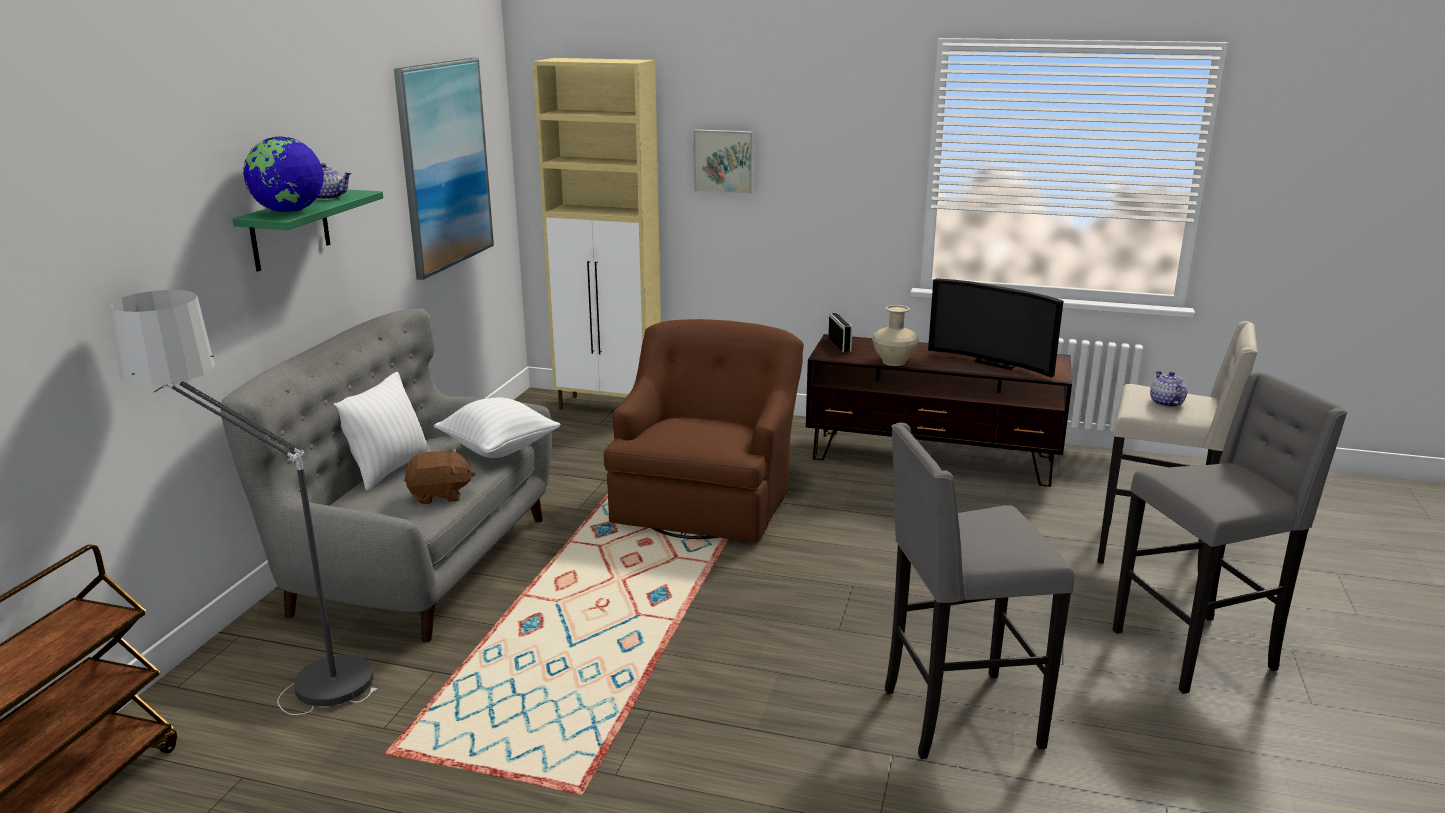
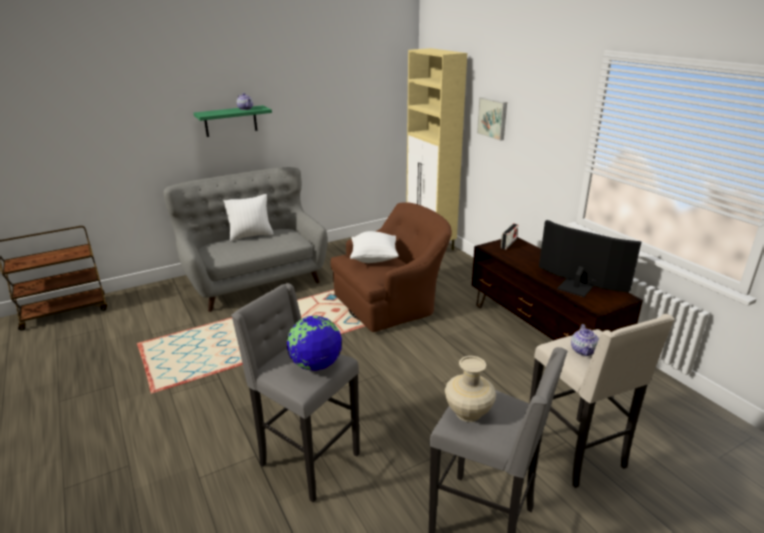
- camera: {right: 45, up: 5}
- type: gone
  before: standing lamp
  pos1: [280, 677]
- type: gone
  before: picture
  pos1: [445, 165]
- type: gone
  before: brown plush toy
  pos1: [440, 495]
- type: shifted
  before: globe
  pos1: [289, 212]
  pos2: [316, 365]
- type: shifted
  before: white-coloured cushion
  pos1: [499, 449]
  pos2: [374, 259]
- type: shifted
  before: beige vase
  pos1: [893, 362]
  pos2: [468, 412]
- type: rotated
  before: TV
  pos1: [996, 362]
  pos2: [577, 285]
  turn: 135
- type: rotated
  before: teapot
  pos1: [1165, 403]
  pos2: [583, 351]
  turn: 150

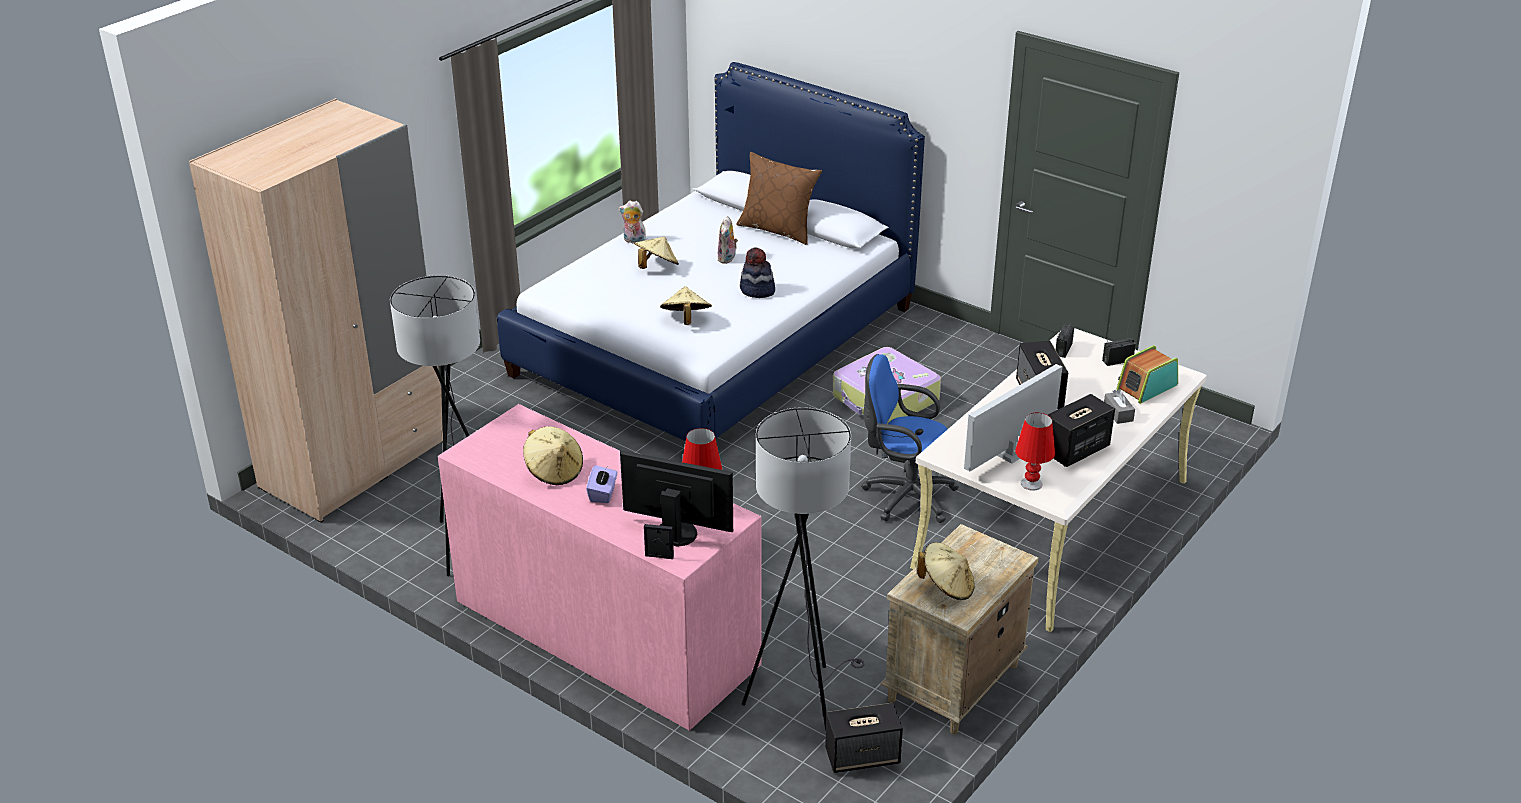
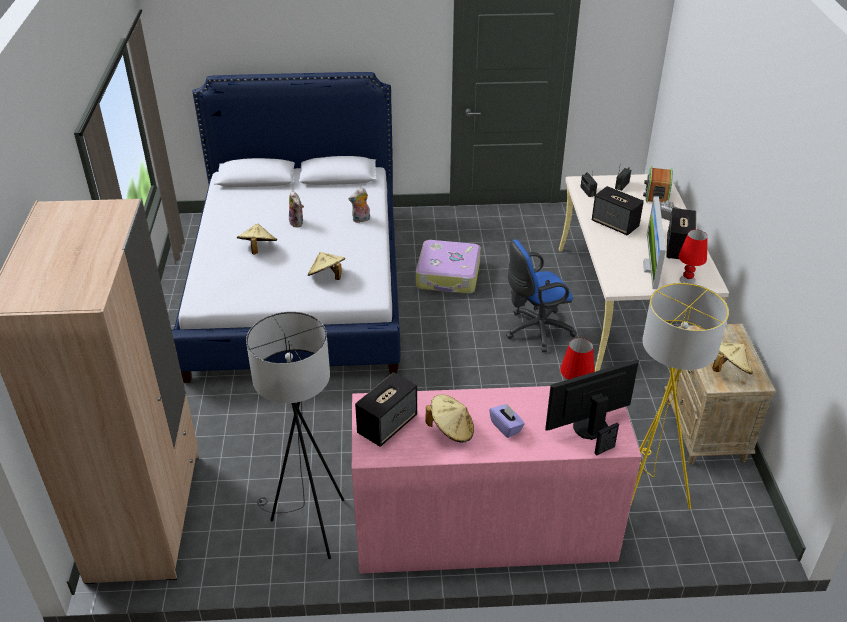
- camera: {right: -40, up: 5}
- type: gone
  before: brown cushion
  pos1: [778, 229]
- type: gone
  before: wearable hat
  pos1: [757, 290]
- type: shifted
  before: plush toy
  pos1: [633, 241]
  pos2: [361, 220]
- type: shifted
  before: audio speaker
  pos1: [863, 756]
  pos2: [387, 424]
- type: repainted
  before: grey standing lamp
  after: yellow standing lamp
  pos1: [801, 696]
  pos2: [645, 493]

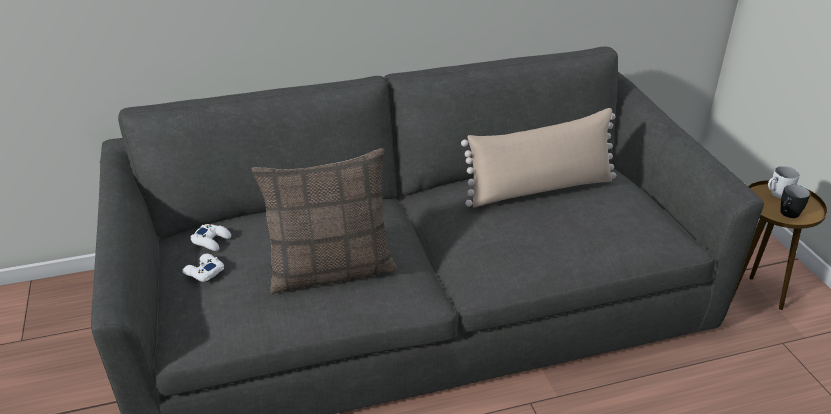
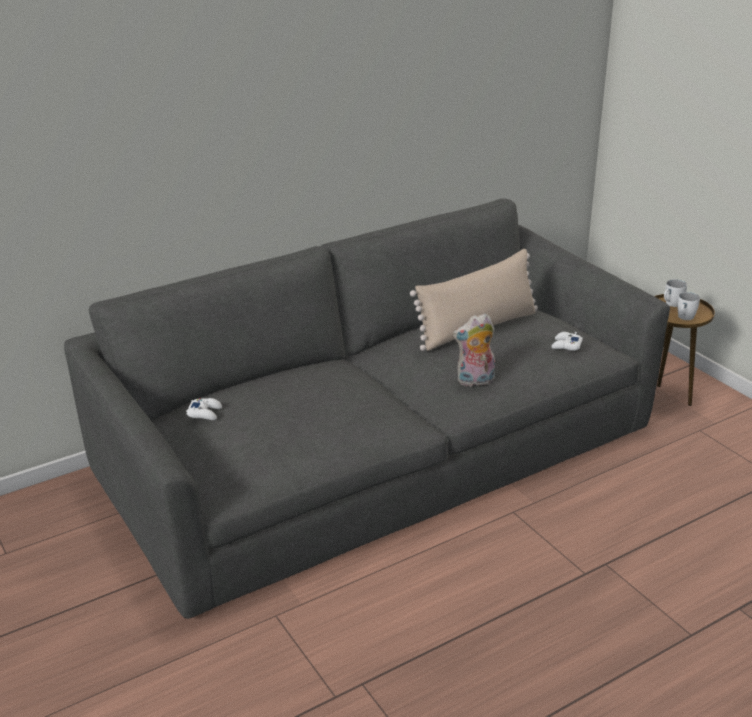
- camera: {right: -15, up: -5}
- type: gone
  before: cushion
  pos1: [331, 269]
- type: new
  after: plush toy
  pos2: [475, 381]
- type: shifted
  before: white-coloured gamepad
  pos1: [203, 272]
  pos2: [566, 345]
- type: repainted
  before: blackish tea mug
  after: white-coloured tea mug
  pos1: [787, 214]
  pos2: [684, 318]

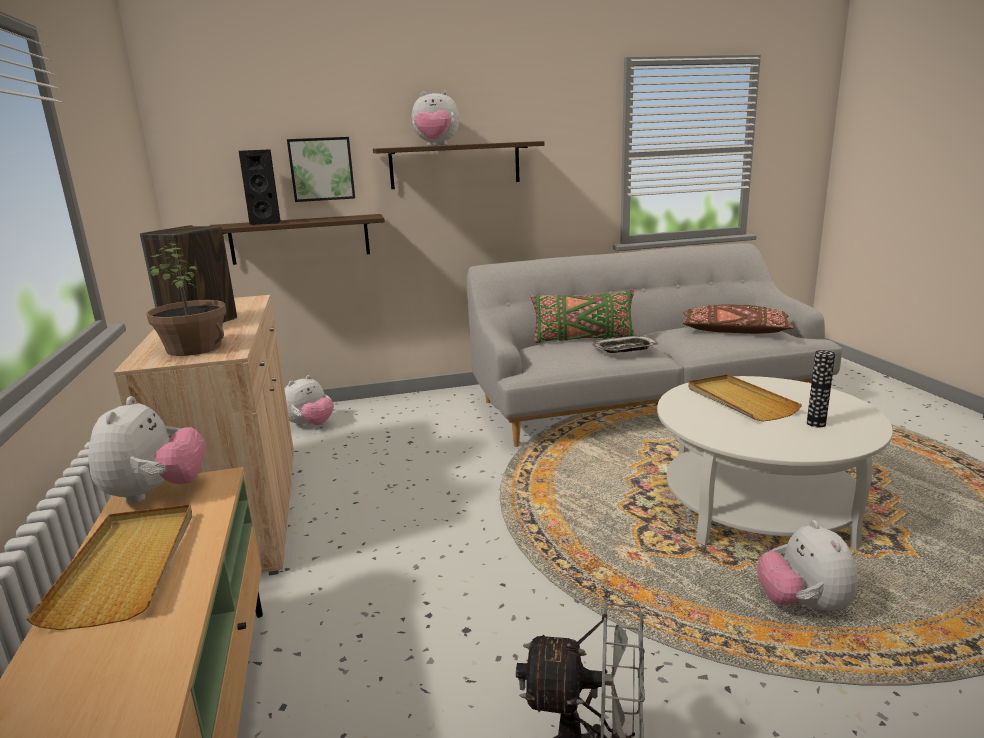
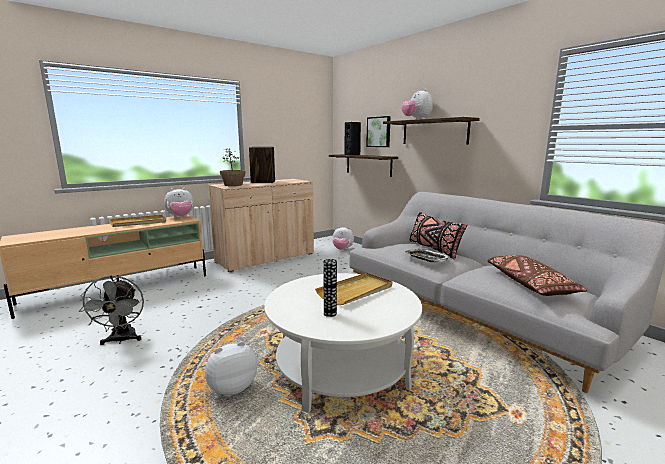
- camera: {right: 65, up: -5}
- type: repainted
  before: green-coloured cushion
  after: blackish cushion
  pos1: [583, 339]
  pos2: [434, 249]

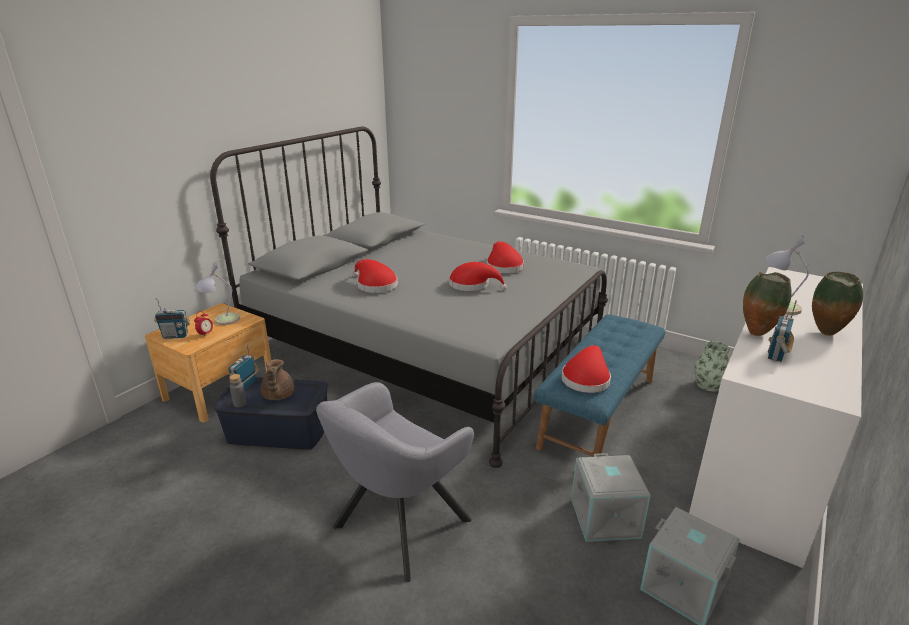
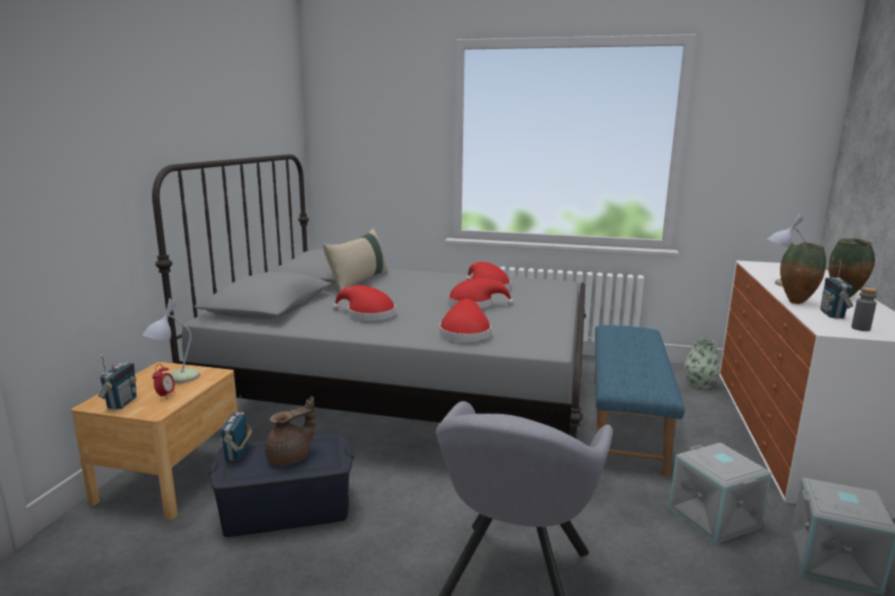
- camera: {right: -20, up: -10}
- type: new
  after: beige cushion
  pos2: [359, 282]
- type: shifted
  before: grey drink bottle
  pos1: [240, 403]
  pos2: [860, 328]
- type: shifted
  before: reddish wearable hat
  pos1: [586, 378]
  pos2: [465, 333]
- type: rotated
  before: radio set
  pos1: [175, 336]
  pos2: [121, 403]
  turn: -60
- type: rotated
  before: brown teapot
  pos1: [277, 396]
  pos2: [290, 457]
  turn: -105

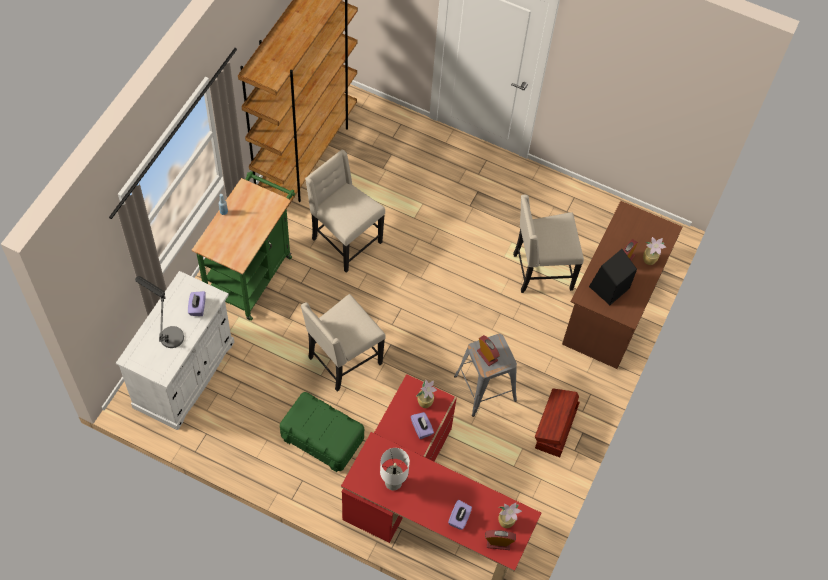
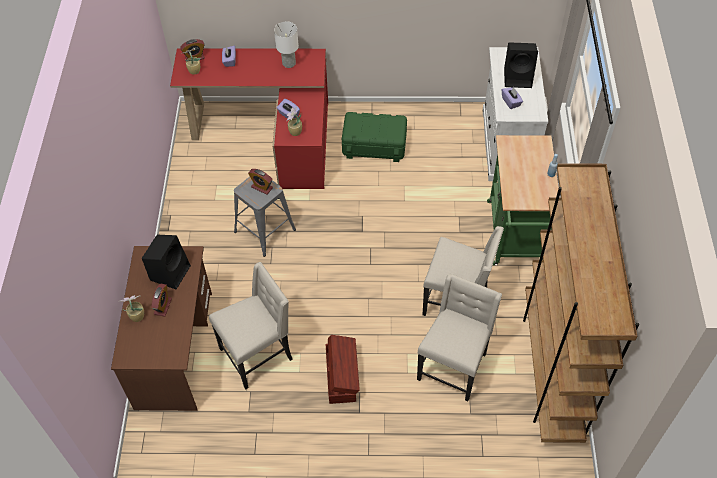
- camera: {right: 160, up: -5}
- type: shifted
  before: beige chair
  pos1: [343, 361]
  pos2: [453, 366]
- type: shifted
  before: brown storage box
  pos1: [555, 428]
  pos2: [342, 376]
- type: swapped
  before: tabletop lamp
  after: blackish audio speaker
  pos1: [167, 333]
  pos2: [518, 77]

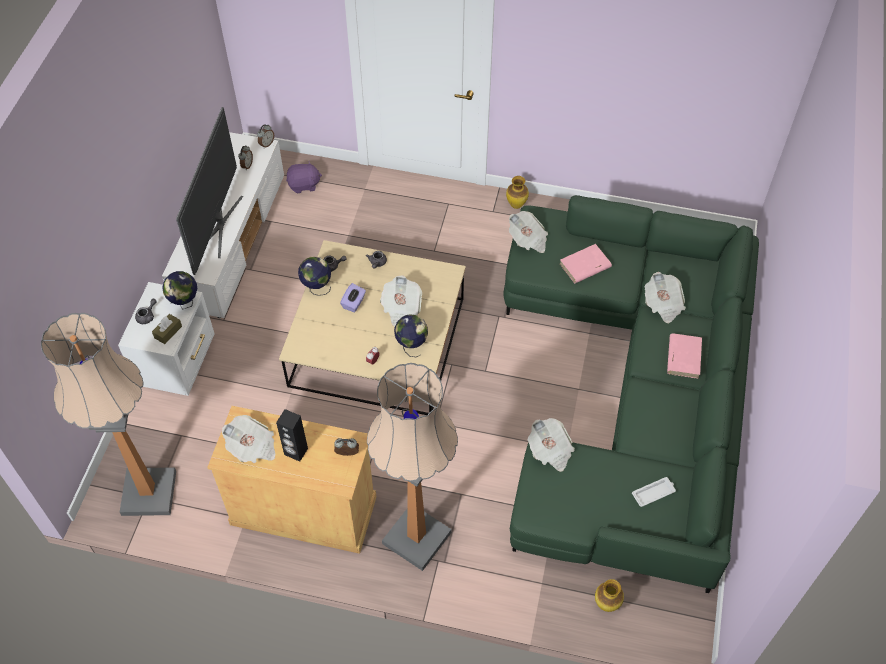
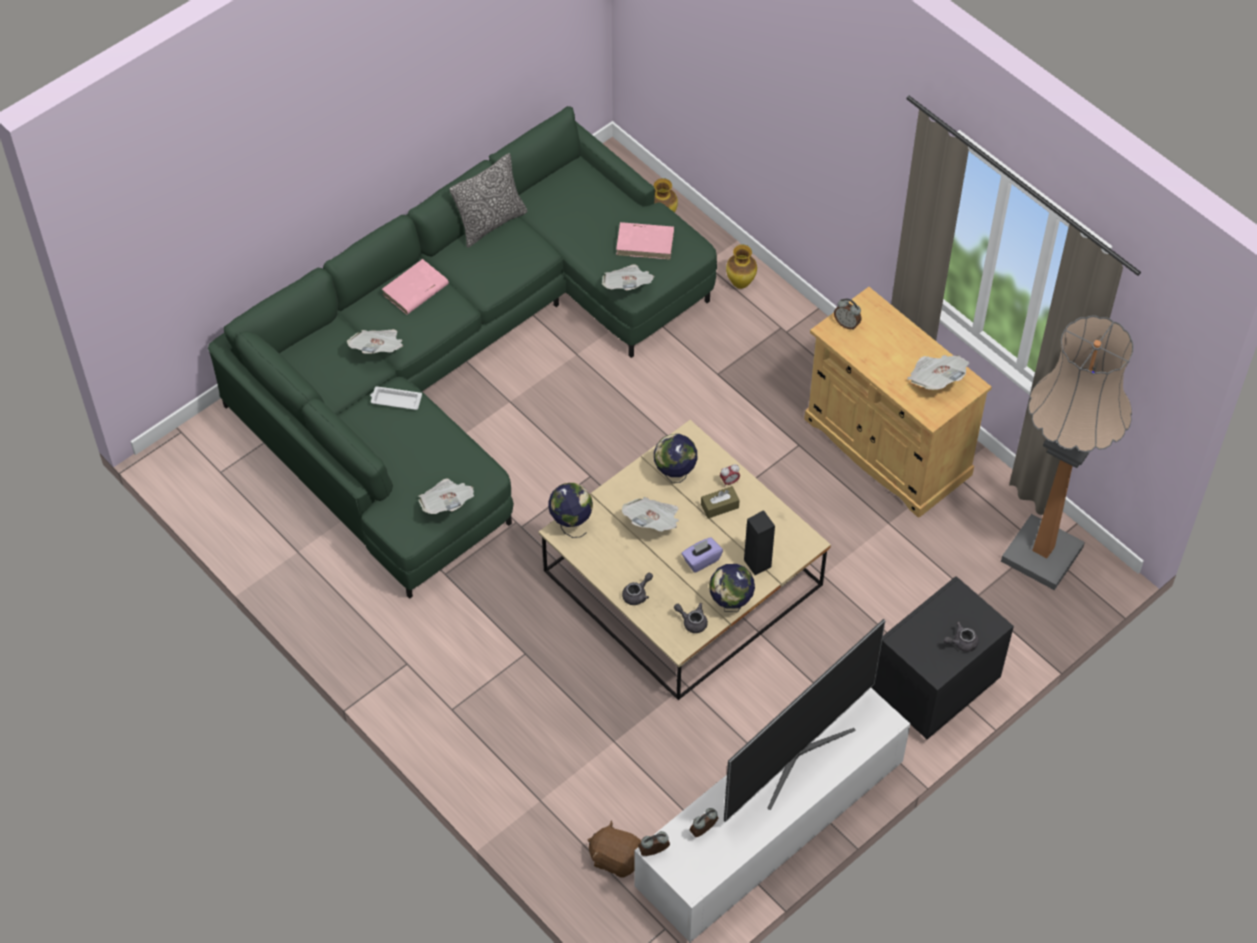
- camera: {right: -145, up: 0}
- type: gone
  before: standing lamp
  pos1: [417, 538]
- type: new
  after: cushion
  pos2: [490, 223]
- type: shifted
  before: brown box of tissues
  pos1: [168, 332]
  pos2: [719, 506]
- type: shifted
  before: globe
  pos1: [185, 303]
  pos2: [571, 523]
- type: shifted
  before: blackish audio speaker
  pos1: [296, 452]
  pos2: [757, 563]
- type: shifted
  before: vase
  pos1: [516, 205]
  pos2: [740, 284]
- type: shifted
  before: pink volume
  pos1: [584, 266]
  pos2: [645, 242]
- type: shifted
  before: white-coloured serving tray
  pos1: [654, 493]
  pos2: [395, 400]
- type: repainted
  before: white-coloured night table
  after: blackish night table
  pos1: [179, 362]
  pos2: [932, 688]
- type: repainted
  before: purplish plush toy
  after: brown plush toy
  pos1: [304, 185]
  pos2: [616, 858]

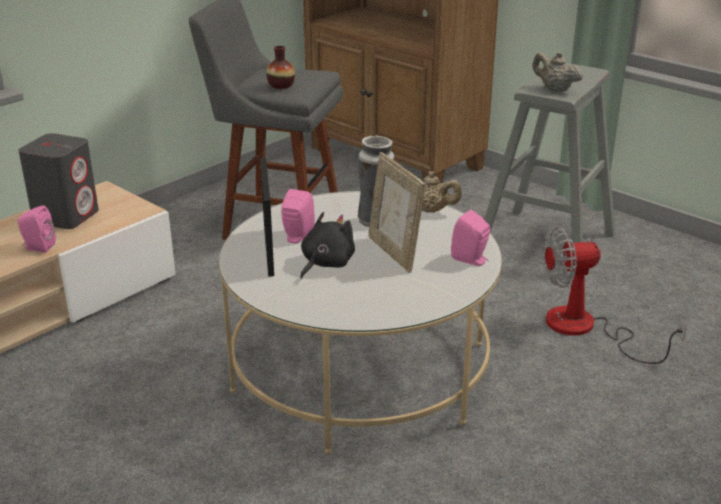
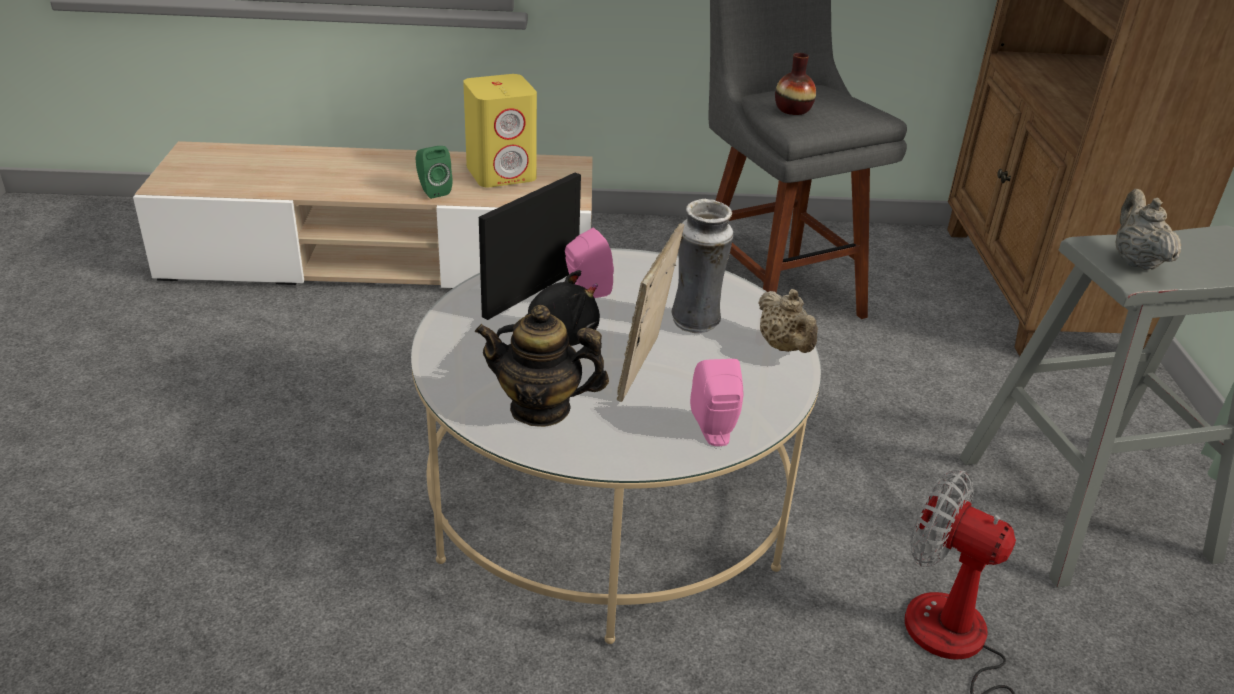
- camera: {right: 45, up: 5}
- type: new
  after: teapot
  pos2: [540, 408]
- type: repainted
  before: pink audio speaker
  after: green-coloured audio speaker
  pos1: [38, 247]
  pos2: [432, 191]
- type: repainted
  before: grey audio speaker
  after: yellow audio speaker
  pos1: [66, 216]
  pos2: [502, 173]

